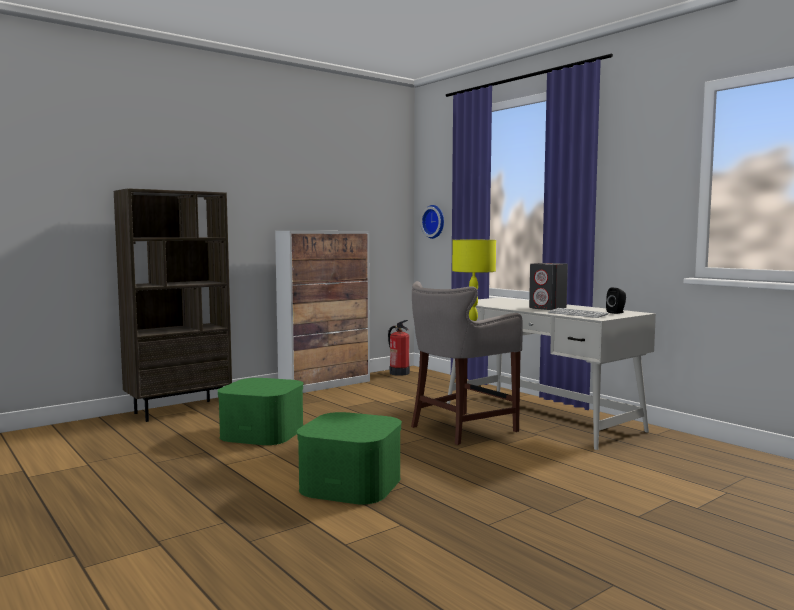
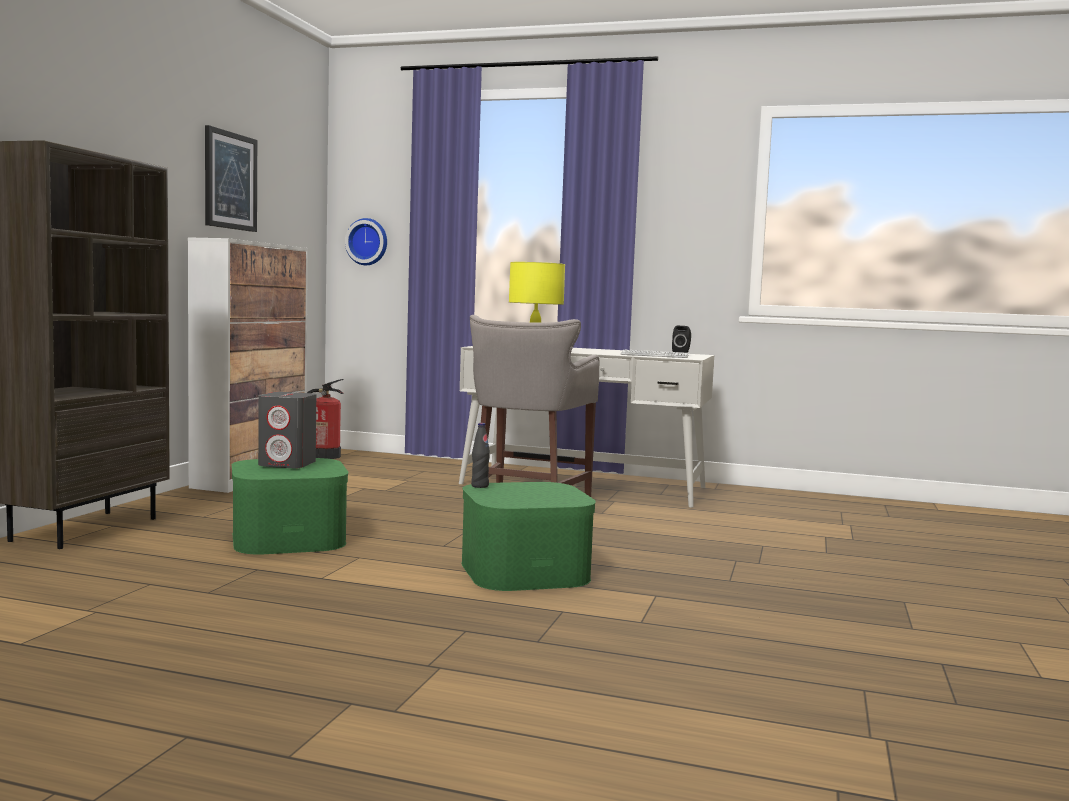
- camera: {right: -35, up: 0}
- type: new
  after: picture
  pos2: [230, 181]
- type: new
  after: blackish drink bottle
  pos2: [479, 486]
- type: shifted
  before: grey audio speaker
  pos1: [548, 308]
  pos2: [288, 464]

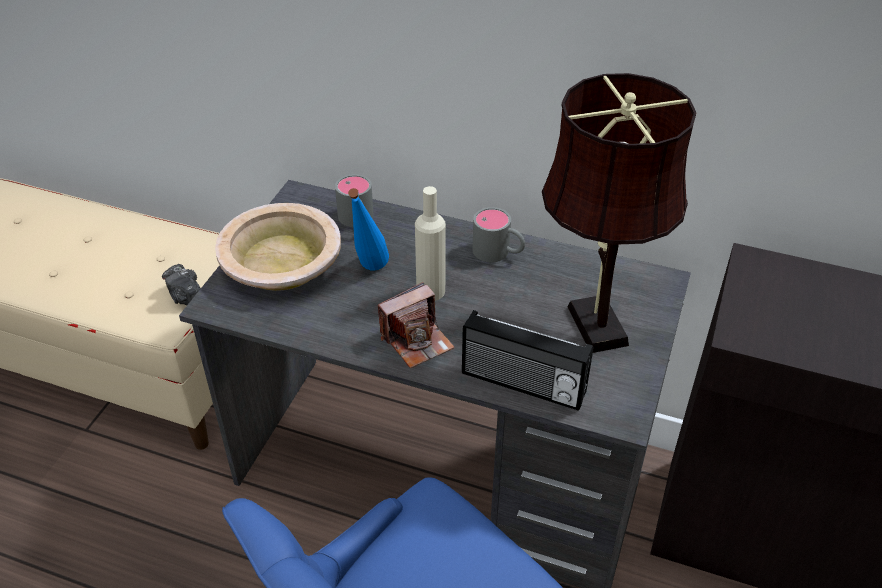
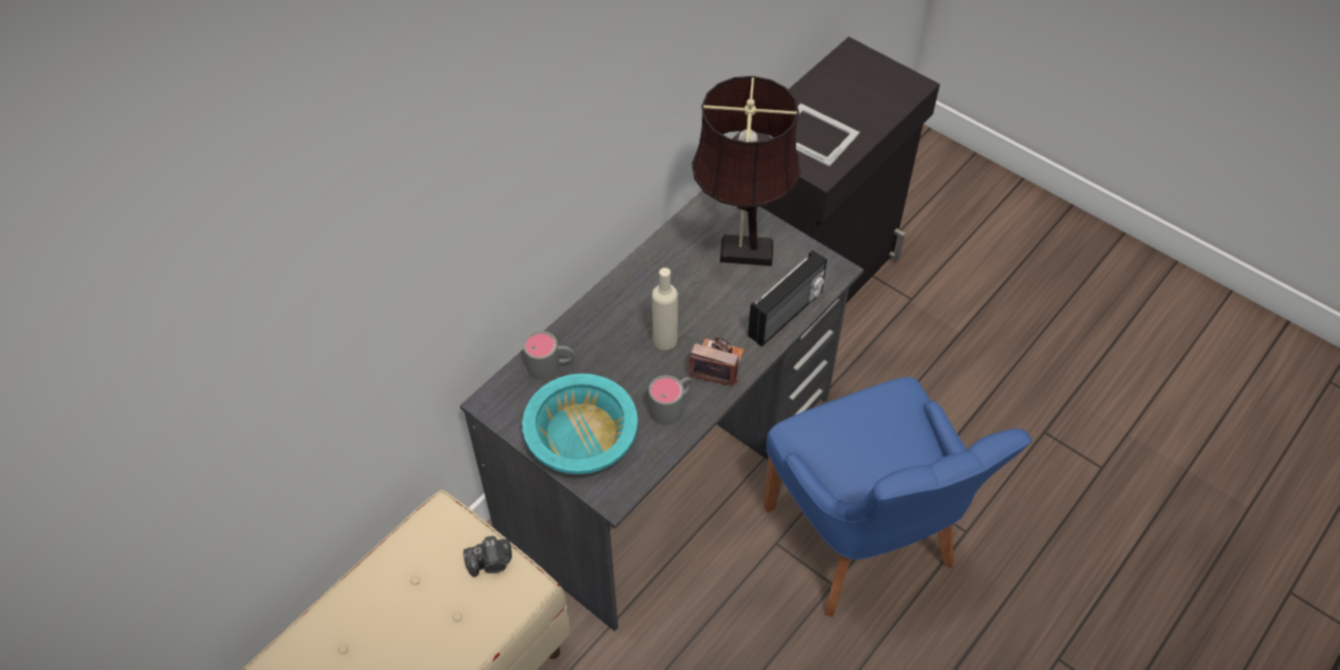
- camera: {right: -70, up: 10}
- type: gone
  before: blue-coloured drink bottle
  pos1: [369, 273]
- type: new
  after: standing frame
  pos2: [814, 134]
- type: shifted
  before: grey tea mug
  pos1: [498, 253]
  pos2: [672, 406]
- type: repainted
  before: beige deep dish
  after: turquoise deep dish
  pos1: [282, 263]
  pos2: [581, 435]
- type: rotated
  before: photo camera
  pos1: [417, 340]
  pos2: [717, 364]
  turn: -60

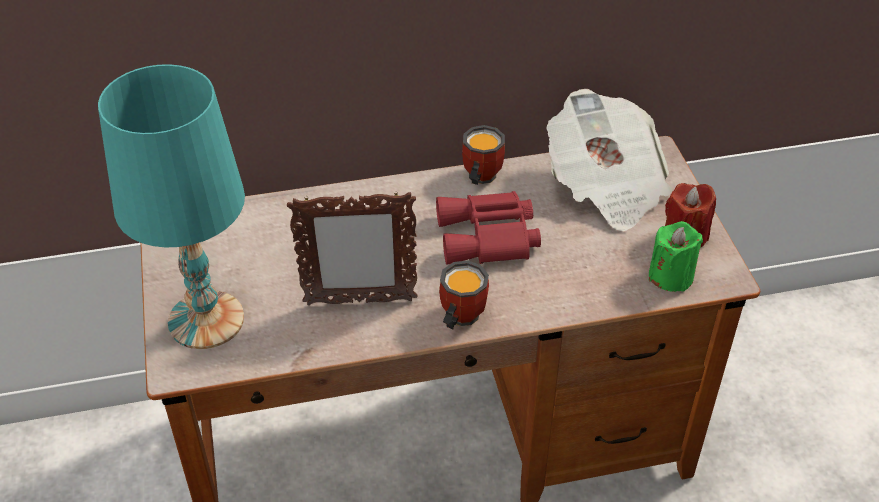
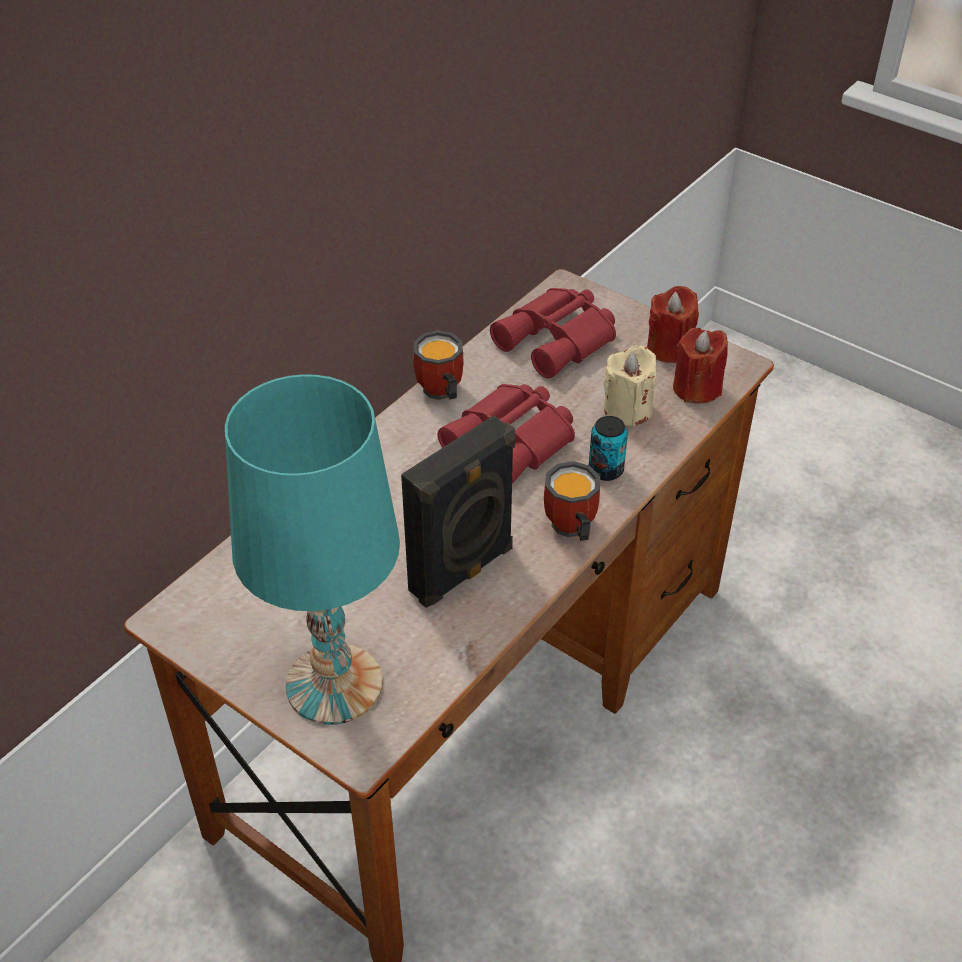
- camera: {right: -40, up: 0}
- type: new
  after: can
  pos2: [606, 470]
- type: new
  after: beige candle
  pos2: [627, 409]
- type: swapped
  before: standing frame
  after: blackish audio speaker
  pos1: [359, 301]
  pos2: [464, 571]
- type: swapped
  before: newspaper
  after: reddish binoculars
  pos1: [605, 186]
  pos2: [559, 340]
- type: repainted
  before: green-coloured candle
  after: reddish candle
  pos1: [670, 276]
  pos2: [696, 388]

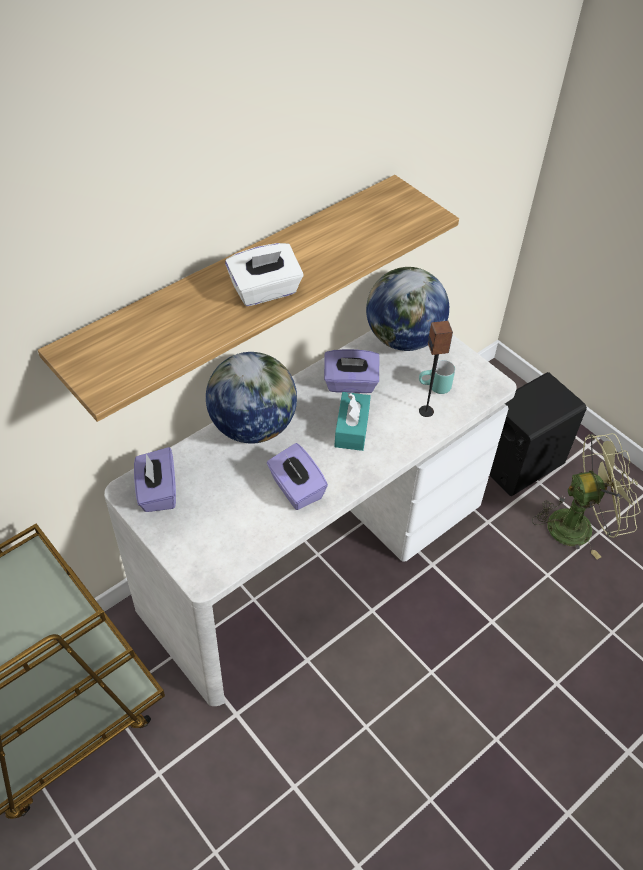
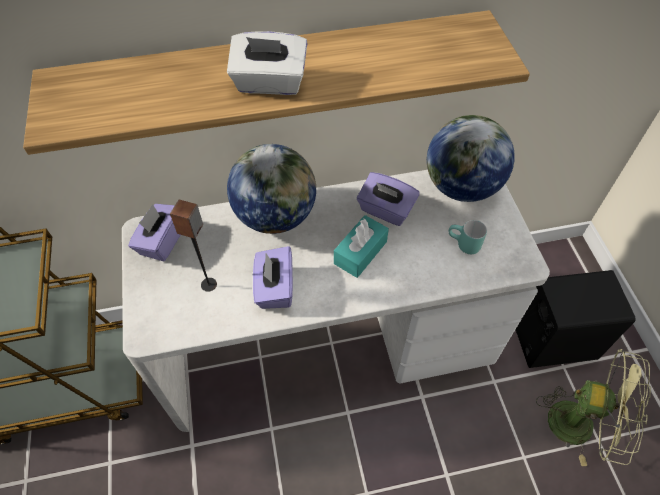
- camera: {right: 30, up: 5}
- type: shifted
  before: audio speaker
  pos1: [426, 411]
  pos2: [209, 284]

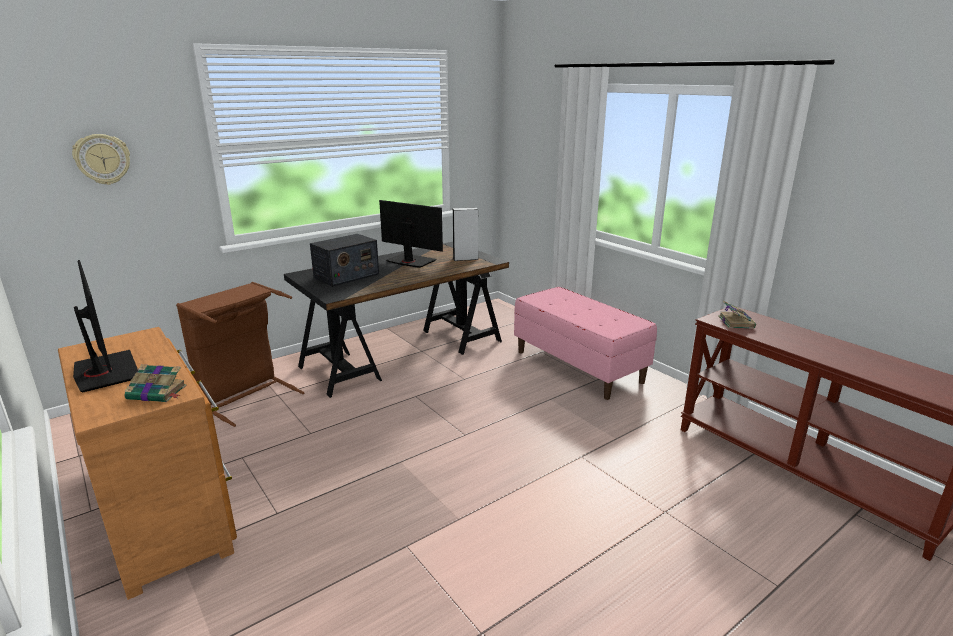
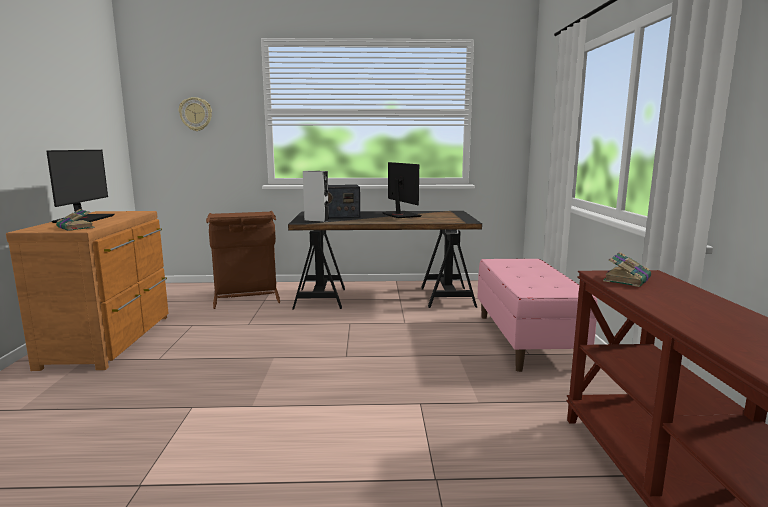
- camera: {right: 35, up: -10}
- type: shifted
  before: grey audio speaker
  pos1: [465, 258]
  pos2: [316, 220]

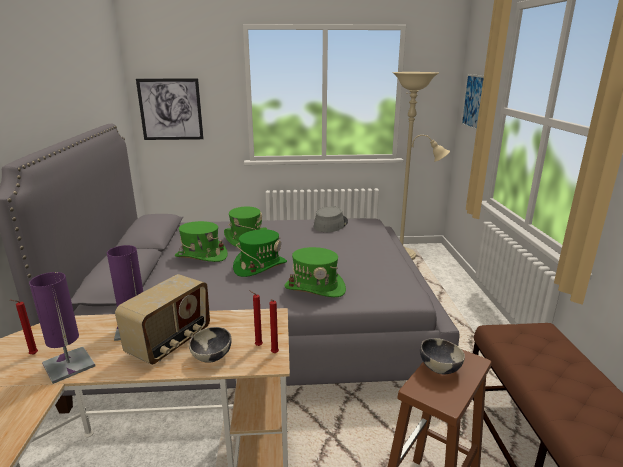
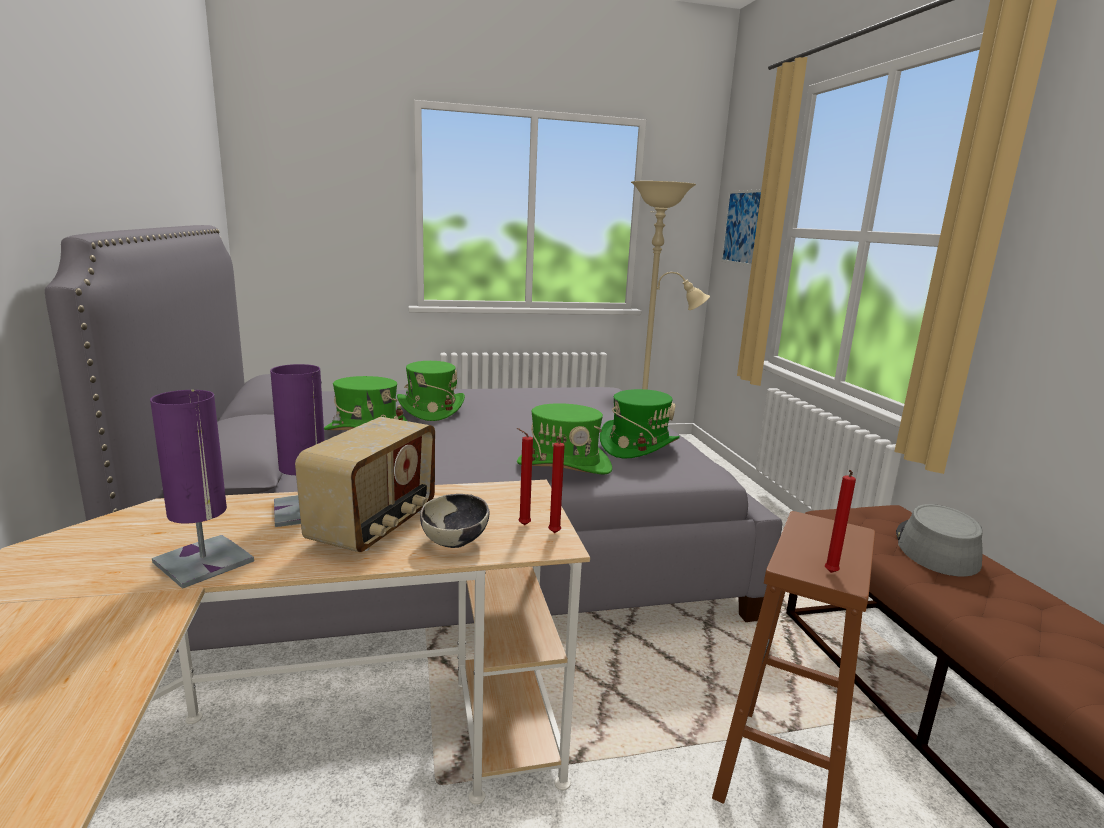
- camera: {right: -10, up: -5}
- type: gone
  before: picture
  pos1: [170, 109]
- type: gone
  before: deep dish
  pos1: [439, 368]
- type: shifted
  before: reddish candle
  pos1: [32, 355]
  pos2: [830, 573]
- type: shifted
  before: green-coloured wearable hat
  pos1: [260, 266]
  pos2: [638, 446]
- type: shifted
  before: grey wearable hat
  pos1: [330, 224]
  pos2: [935, 548]

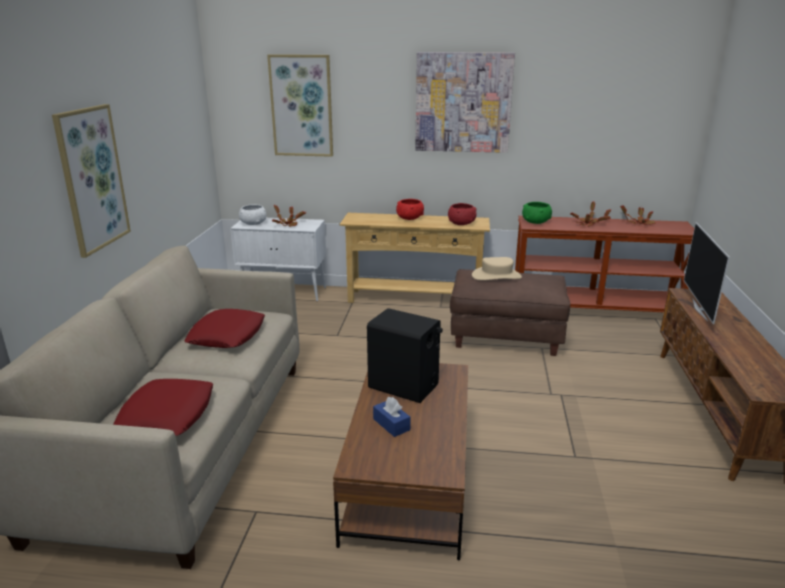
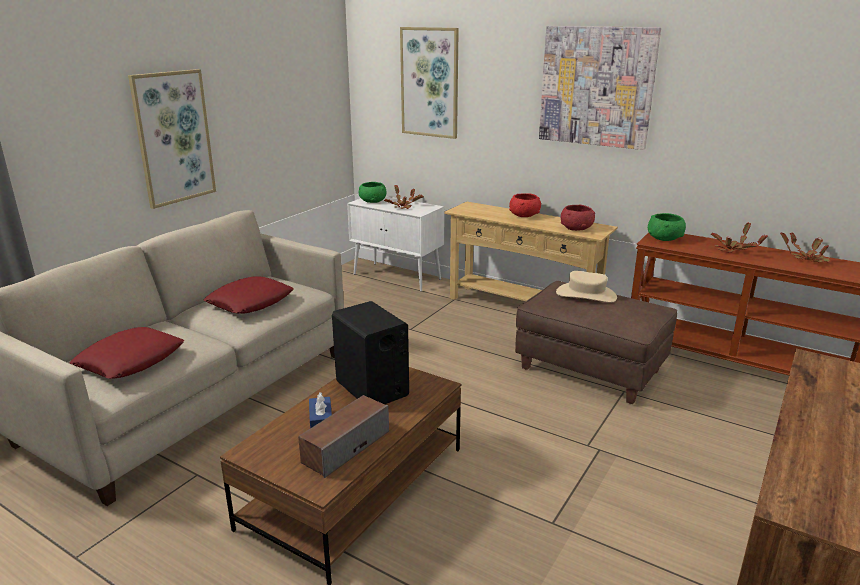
- camera: {right: 25, up: 0}
- type: gone
  before: TV
  pos1: [700, 309]
- type: new
  after: audio speaker
  pos2: [345, 446]
- type: repainted
  before: white-coloured deep dish
  after: green-coloured deep dish
  pos1: [253, 223]
  pos2: [372, 201]

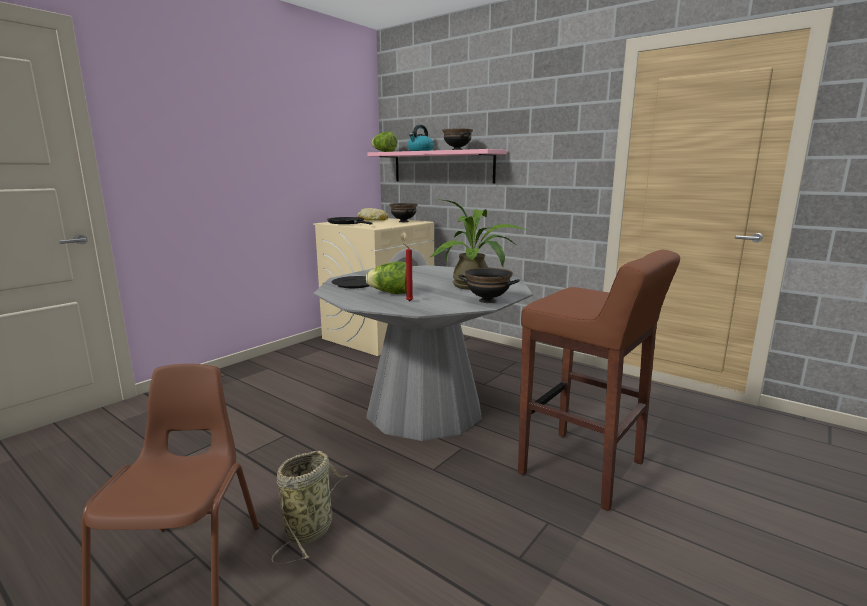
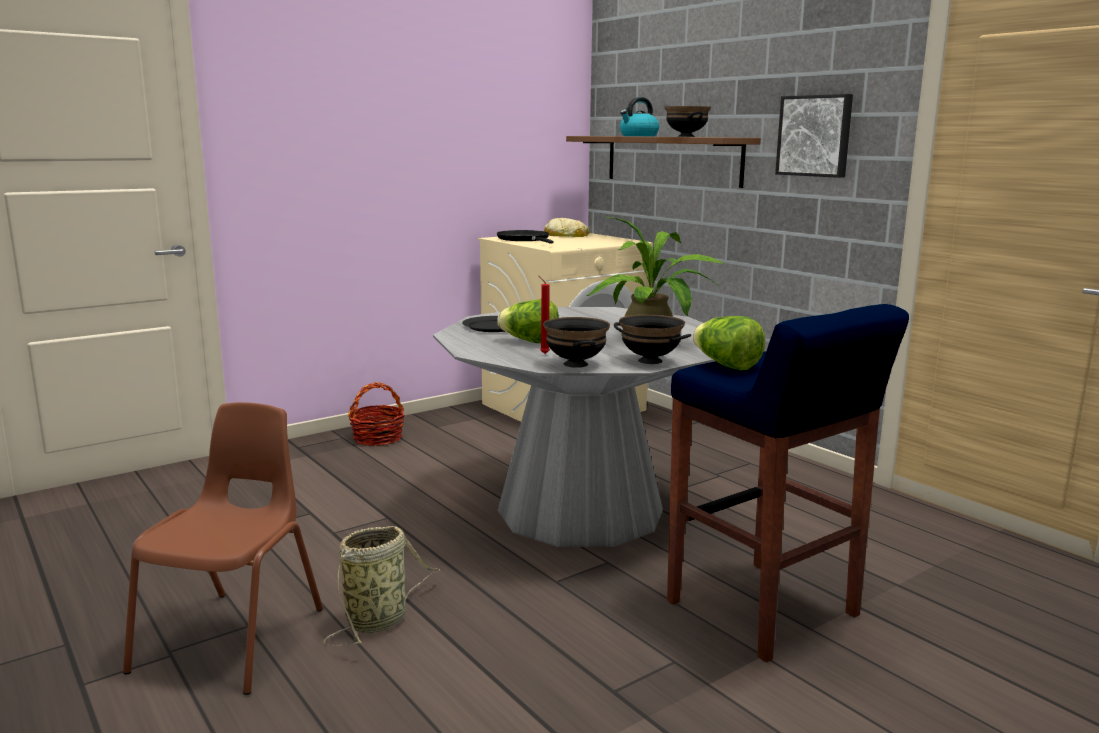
- camera: {right: 15, up: 0}
- type: new
  after: storage basket
  pos2: [378, 438]
- type: new
  after: picture
  pos2: [815, 136]
- type: shifted
  before: lettuce head
  pos1: [384, 152]
  pos2: [726, 365]
- type: shifted
  before: blackish deep dish
  pos1: [403, 221]
  pos2: [575, 364]
- type: repainted
  before: pink shelf
  after: brown shelf
  pos1: [442, 167]
  pos2: [672, 160]
- type: repainted
  before: brown stool seat
  after: blue-coloured stool seat
  pos1: [583, 469]
  pos2: [764, 610]

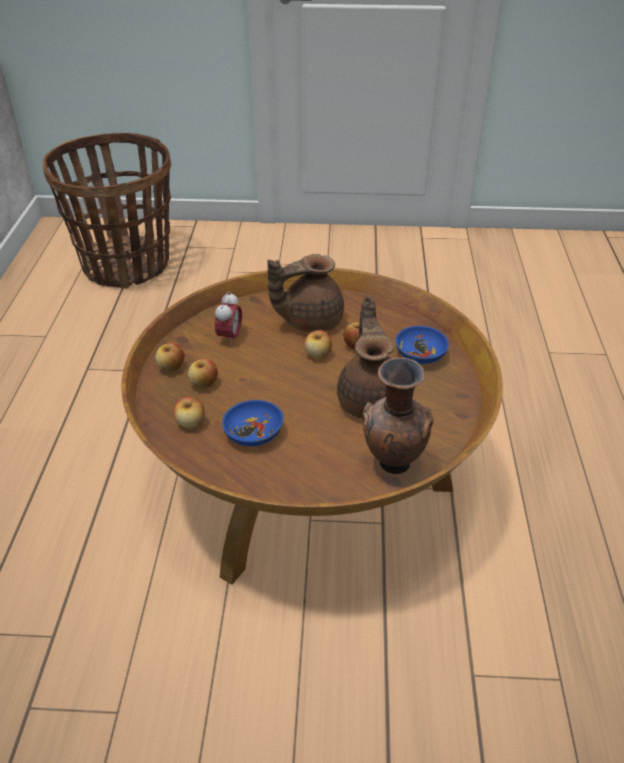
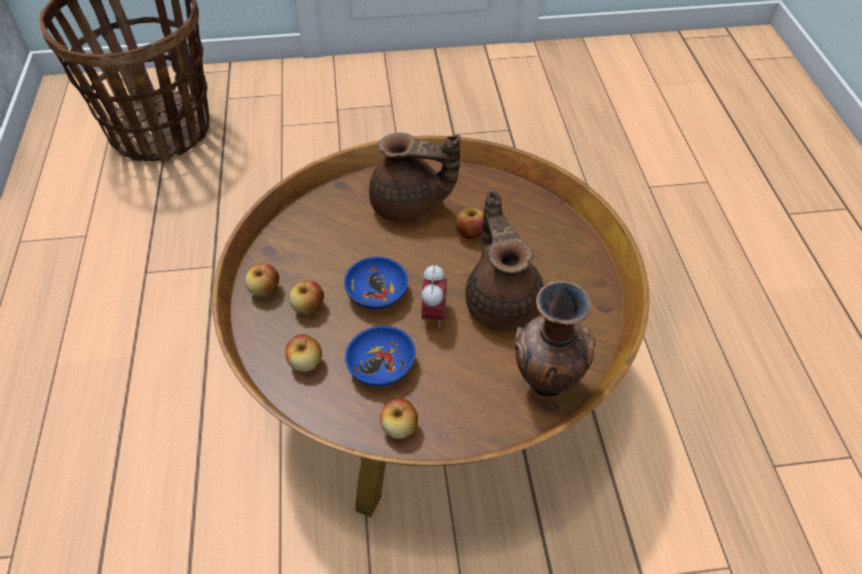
- camera: {right: -10, up: 10}
- type: shifted
  before: bedside clock
  pos1: [230, 337]
  pos2: [433, 314]
- type: shifted
  before: apple
  pos1: [318, 354]
  pos2: [399, 427]
- type: shifted
  before: blue-coloured deep dish
  pos1: [419, 354]
  pos2: [376, 293]
- type: rotated
  before: brown teapot
  pos1: [309, 321]
  pos2: [409, 206]
  turn: -135

